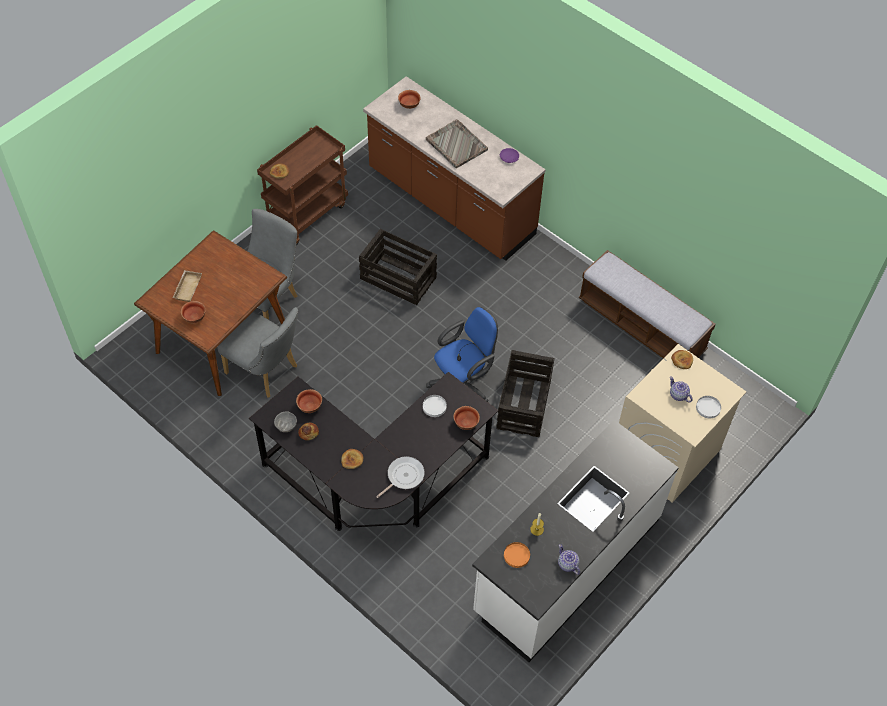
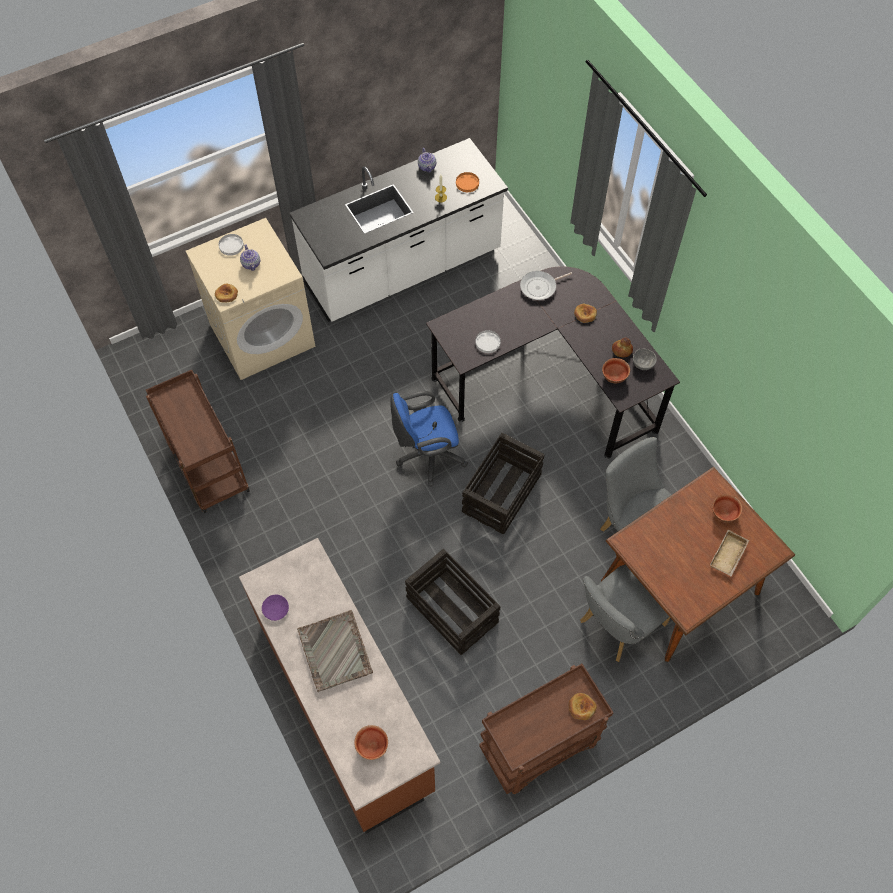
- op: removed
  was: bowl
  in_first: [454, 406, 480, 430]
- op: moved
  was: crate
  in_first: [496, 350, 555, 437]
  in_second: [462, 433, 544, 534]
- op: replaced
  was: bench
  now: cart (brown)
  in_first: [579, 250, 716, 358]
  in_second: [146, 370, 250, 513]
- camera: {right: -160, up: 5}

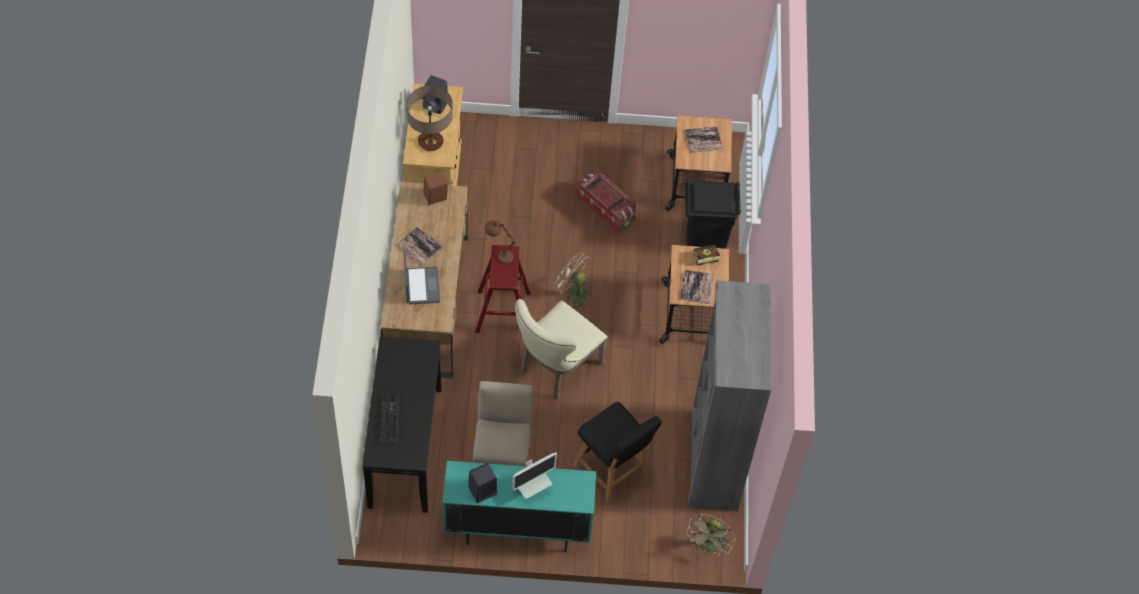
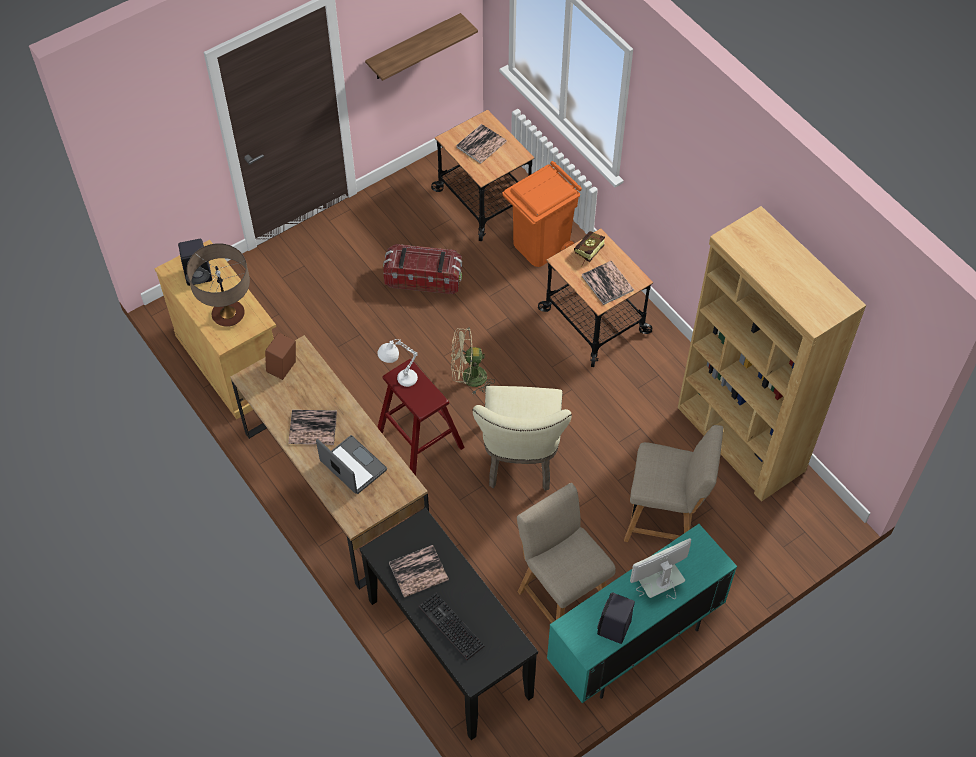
- op: recoloured
  was: table lamp (brown)
  now: table lamp (white)
  in_first: [484, 220, 516, 264]
  in_second: [377, 339, 418, 387]
- op: turned
  was: monitor
  in_first: [512, 452, 557, 499]
  in_second: [630, 538, 691, 599]
  clockwise: -135
- op: recoloured
  was: chair (black)
  now: chair (beige)
  in_first: [573, 402, 662, 503]
  in_second: [624, 425, 723, 542]
- op: recoloured
  was: trash can (black)
  now: trash can (orange)
  in_first: [685, 181, 741, 249]
  in_second: [502, 161, 582, 267]
- op: removed
  was: fan (beige)
  in_first: [686, 514, 736, 556]
- op: recoloured
  was: bookcase (grey)
  now: bookcase (brown)
  in_first: [688, 281, 771, 511]
  in_second: [678, 206, 866, 502]
- op: added
  now: shelf
  in_second: [365, 13, 478, 81]
- op: added
  now: book
  in_second: [389, 545, 449, 598]
- camera: {right: -35, up: 0}

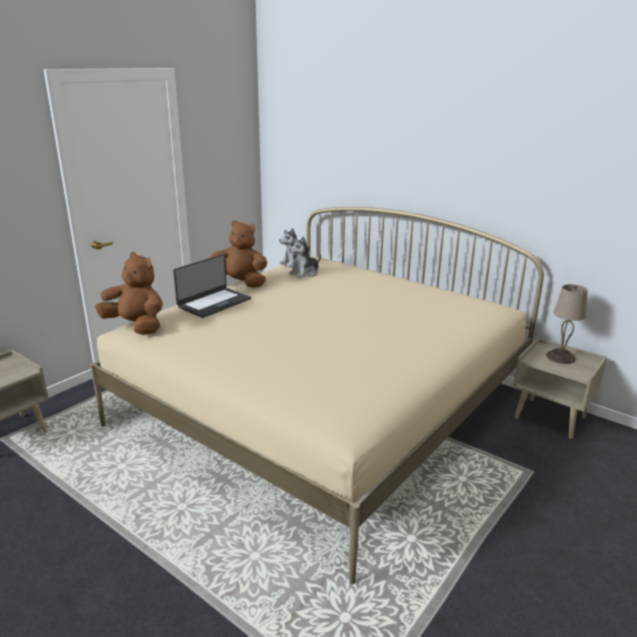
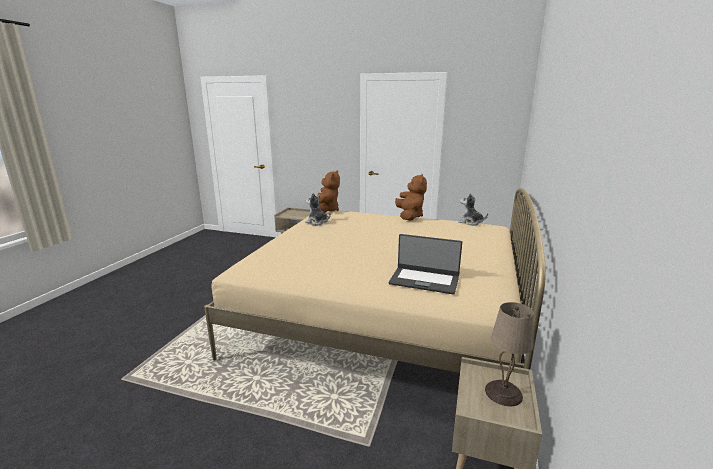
- op: moved
  was: laptop
  in_first: [173, 254, 251, 318]
  in_second: [389, 234, 462, 294]
- op: moved
  was: plush toy
  in_first: [289, 236, 321, 278]
  in_second: [305, 193, 331, 225]
- camera: {right: 70, up: -5}

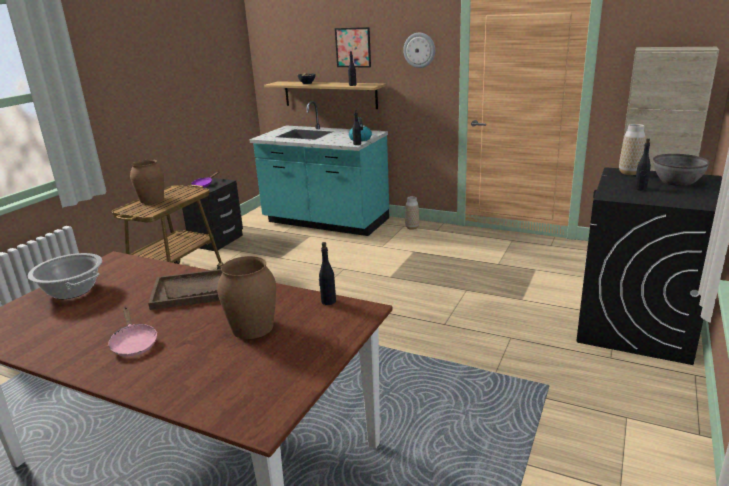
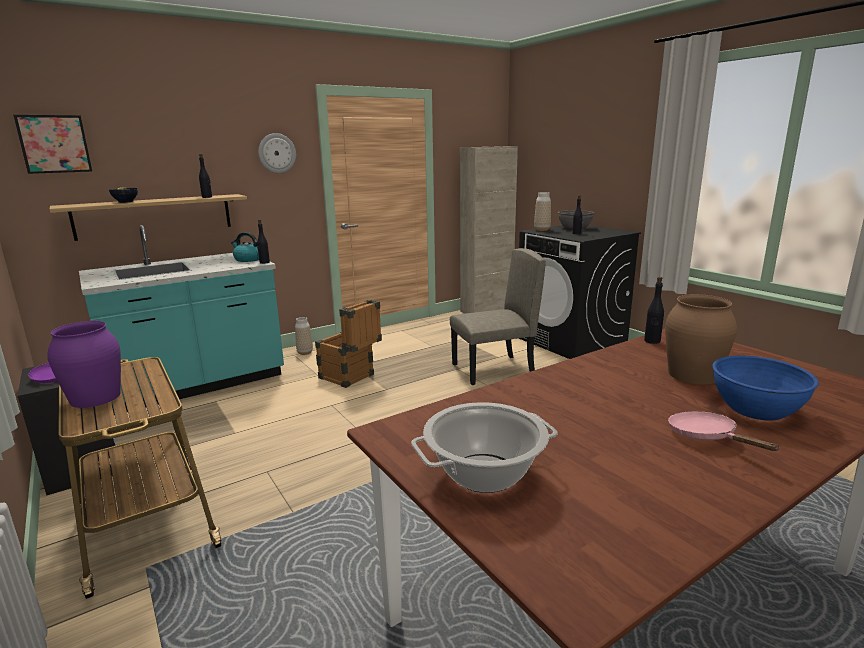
- op: turned
  was: frying pan (pink)
  in_first: [108, 307, 157, 357]
  in_second: [668, 411, 780, 451]
  clockwise: -120
- op: recoloured
  was: vase (brown)
  now: vase (purple)
  in_first: [130, 159, 164, 204]
  in_second: [47, 321, 121, 408]
- op: removed
  was: tray (brown)
  in_first: [148, 269, 222, 310]
- op: moved
  was: picture
  in_first: [335, 27, 371, 67]
  in_second: [14, 115, 92, 174]
- op: added
  now: crate
  in_second: [315, 300, 382, 388]
- op: added
  now: chair (beige)
  in_second: [450, 248, 546, 385]
- op: added
  now: bowl (blue)
  in_second: [712, 356, 819, 421]
- camera: {right: -60, up: -5}

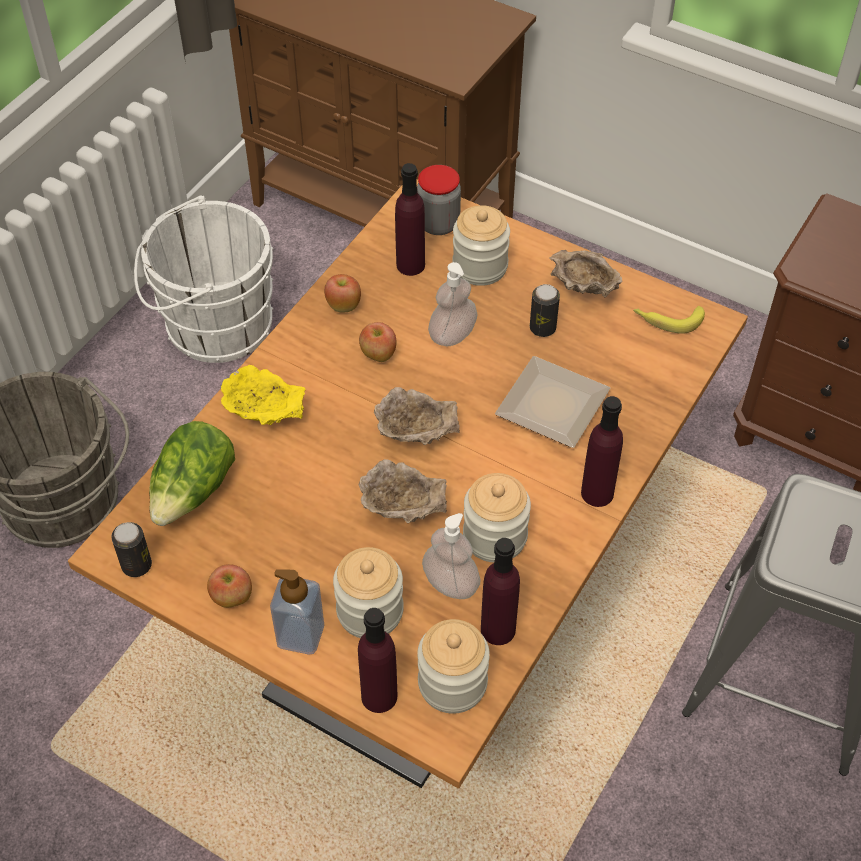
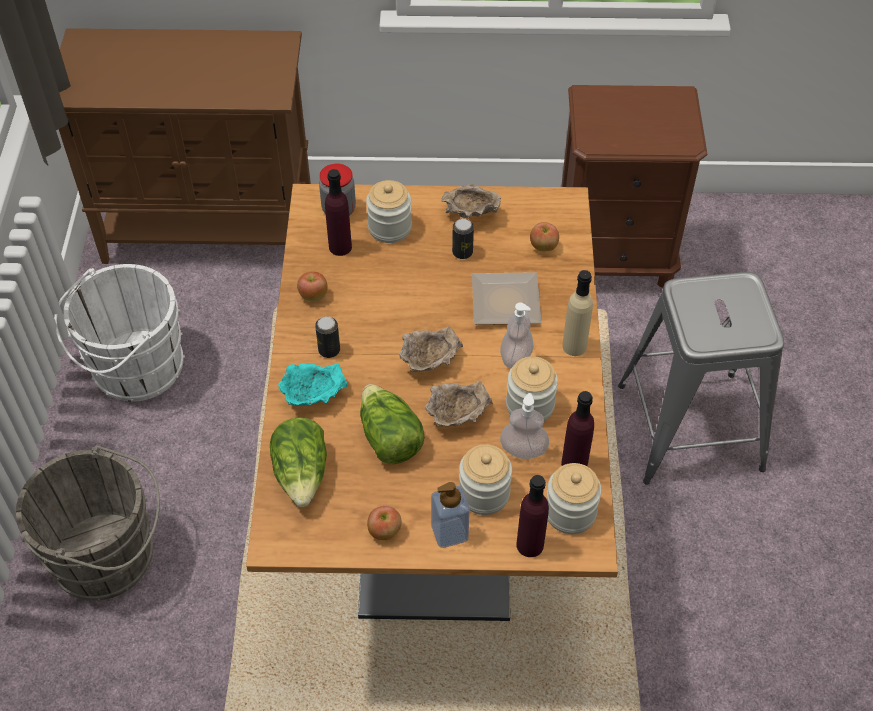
- op: moved
  was: can
  in_first: [111, 522, 152, 577]
  in_second: [315, 316, 340, 358]
- op: recoloured
  was: bowl (yellow)
  now: bowl (turquoise)
  in_first: [221, 365, 306, 425]
  in_second: [278, 363, 348, 406]
- op: moved
  was: apple
  in_first: [359, 322, 397, 362]
  in_second: [530, 222, 559, 251]
- op: moved
  was: soap dispenser
  in_first: [428, 262, 477, 346]
  in_second: [500, 302, 533, 369]
- op: recoloured
  was: bottle (purple)
  now: bottle (beige)
  in_first: [581, 396, 623, 507]
  in_second: [562, 270, 593, 356]
- op: removed
  was: banana
  in_first: [633, 306, 705, 334]
- op: added
  now: lettuce
  in_second: [360, 384, 424, 464]
- camera: {right: -30, up: 0}

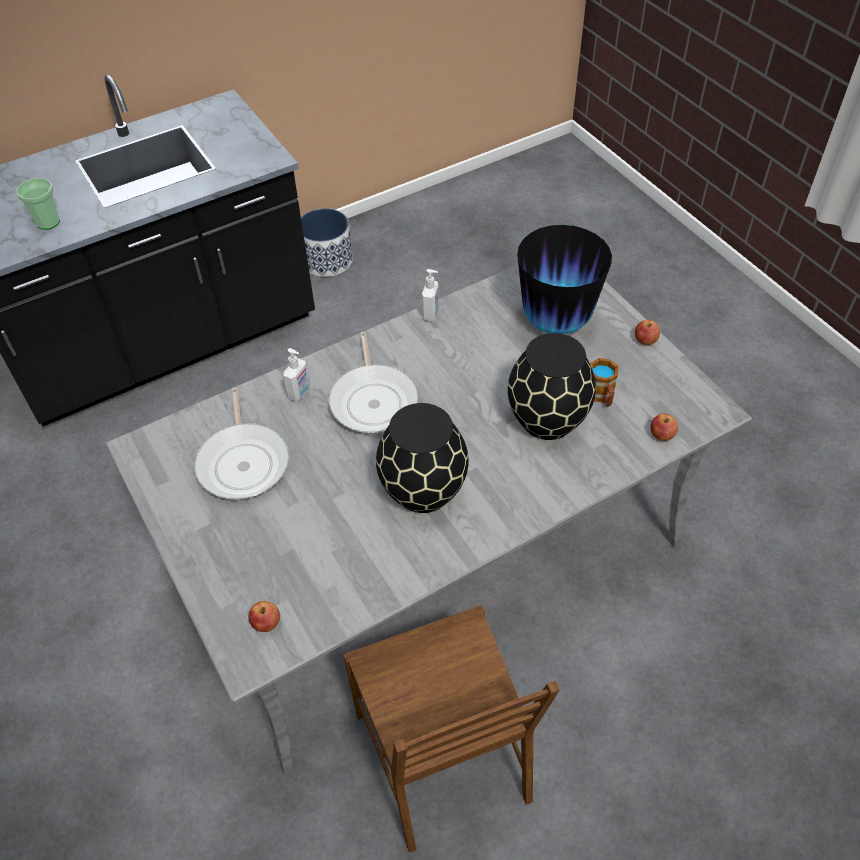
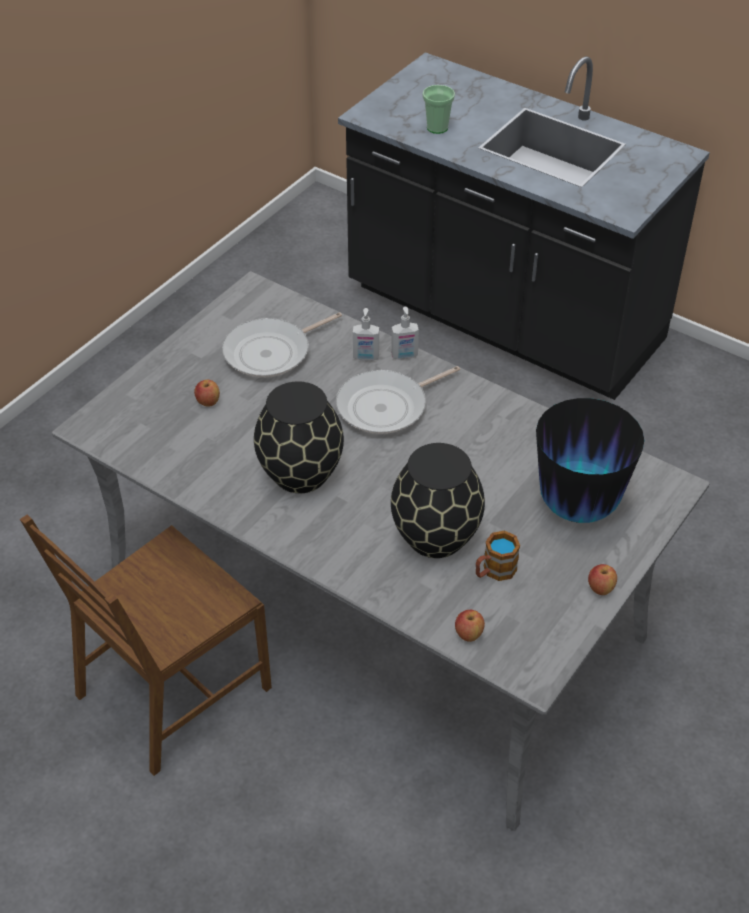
- op: moved
  was: apple
  in_first: [249, 601, 280, 632]
  in_second: [194, 380, 220, 407]
- op: removed
  was: planter
  in_first: [301, 208, 353, 277]
- op: moved
  was: soap dispenser
  in_first: [422, 269, 439, 322]
  in_second: [391, 306, 419, 360]
- camera: {right: 65, up: -5}

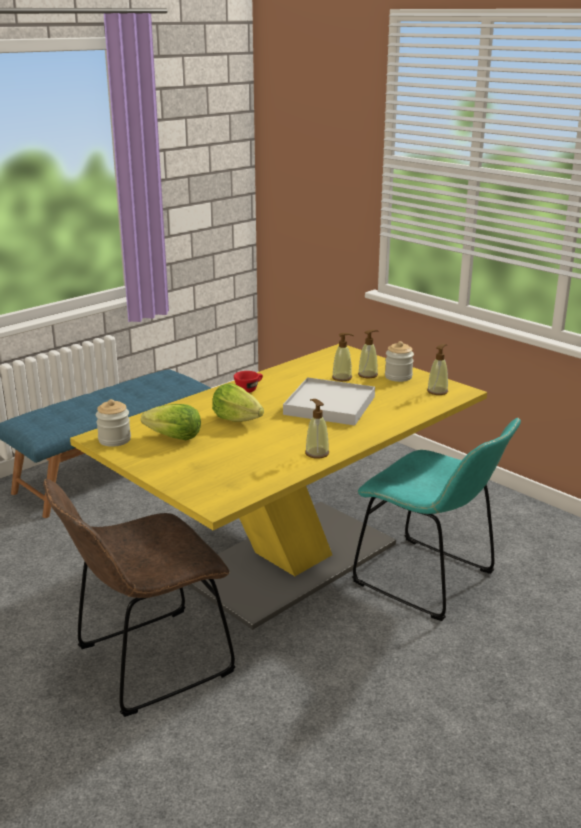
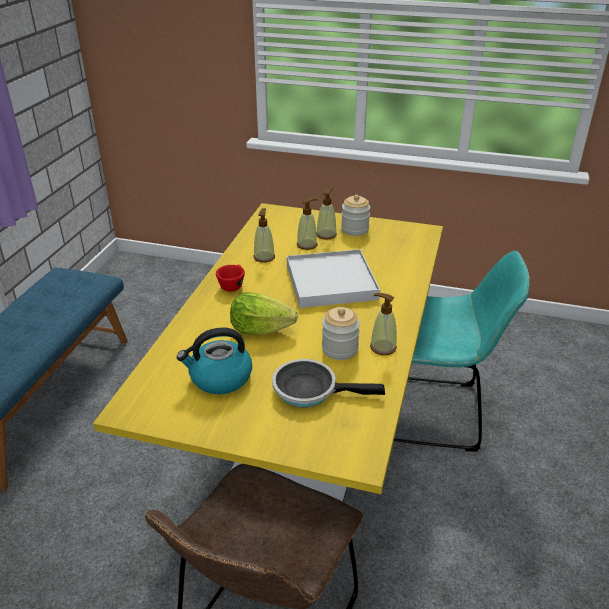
- op: moved
  was: jar
  in_first: [96, 399, 131, 447]
  in_second: [322, 307, 360, 360]
- op: replaced
  was: lettuce
  now: kettle
  in_first: [141, 404, 201, 440]
  in_second: [177, 327, 252, 394]
- op: moved
  was: soap dispenser
  in_first: [427, 344, 448, 395]
  in_second: [254, 208, 275, 262]
- op: added
  now: frying pan
  in_second: [272, 359, 385, 407]
- camera: {right: -30, up: 10}

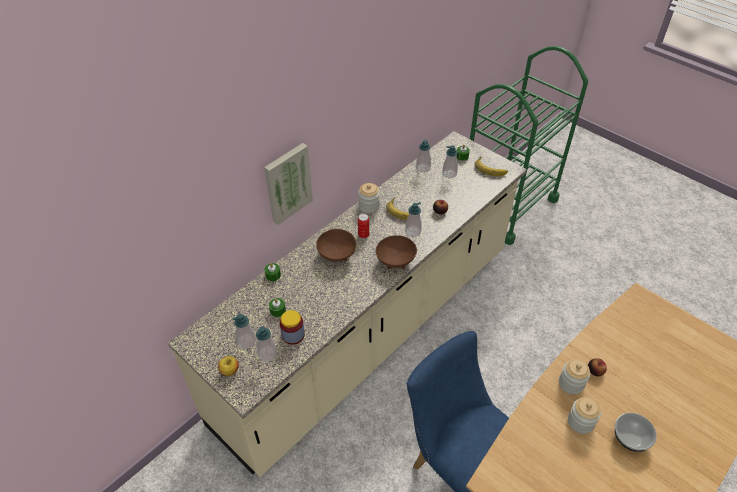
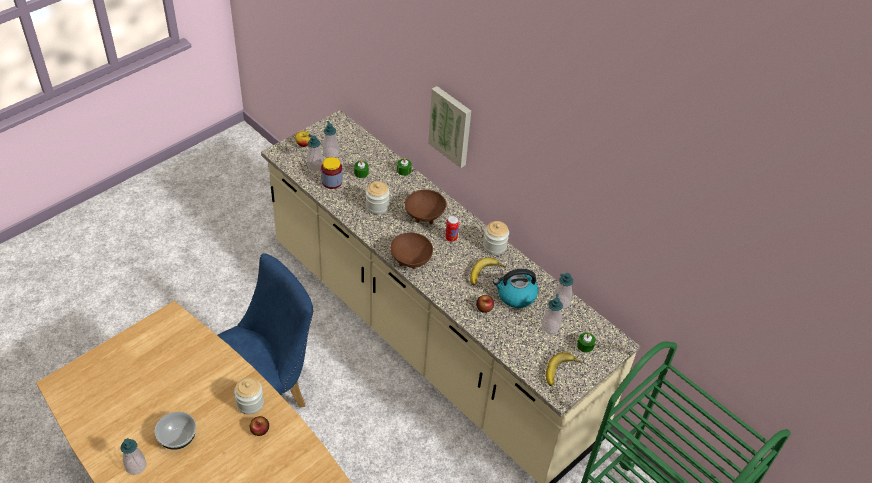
- op: moved
  was: soap dispenser
  in_first: [405, 202, 422, 237]
  in_second: [121, 438, 146, 475]
- op: moved
  was: jar
  in_first: [568, 397, 601, 434]
  in_second: [366, 181, 390, 215]
- op: added
  now: kettle
  in_second: [493, 269, 538, 308]
- camera: {right: 90, up: 0}

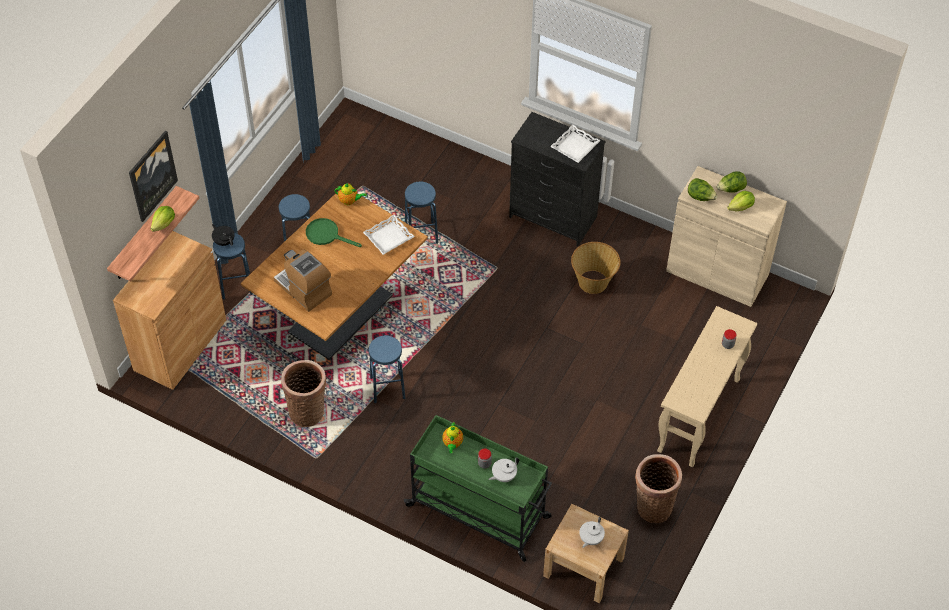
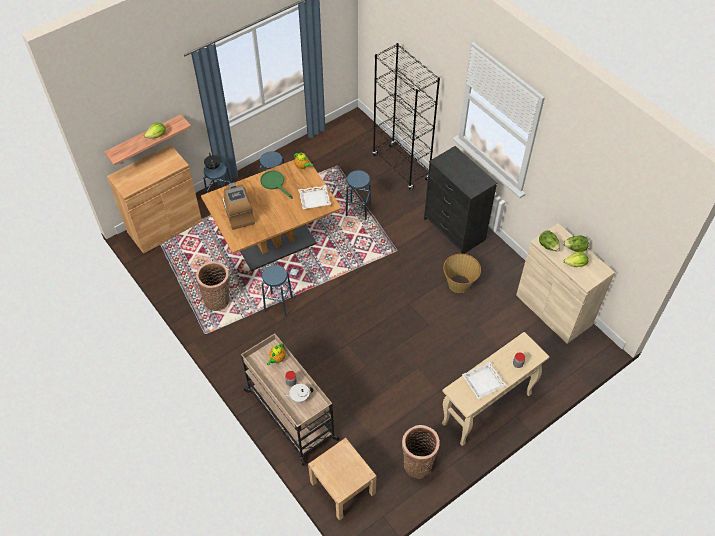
- op: removed
  was: picture
  in_first: [129, 131, 178, 222]
- op: recoloured
  was: cart (green)
  now: cart (beige)
  in_first: [404, 415, 552, 562]
  in_second: [241, 333, 340, 466]
- op: moved
  was: tray (white)
  in_first: [550, 124, 601, 163]
  in_second: [462, 361, 507, 399]
- op: removed
  was: teapot (white)
  in_first: [579, 517, 605, 548]
- op: added
  now: bookcase (black)
  in_second: [373, 43, 440, 190]
- camera: {right: 25, up: 0}

